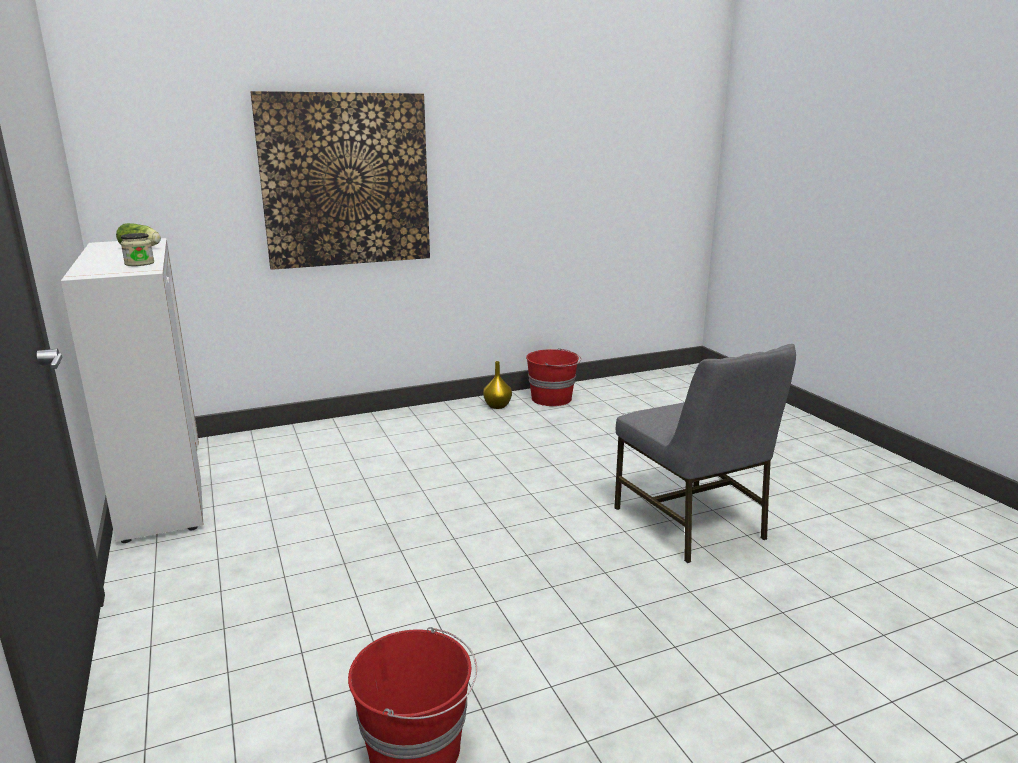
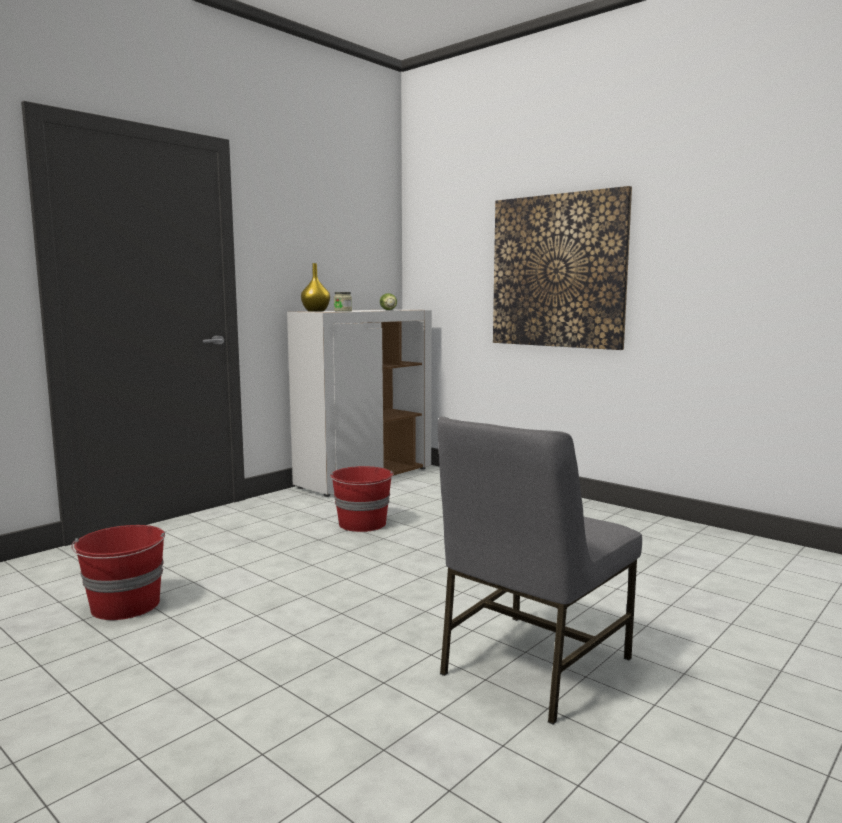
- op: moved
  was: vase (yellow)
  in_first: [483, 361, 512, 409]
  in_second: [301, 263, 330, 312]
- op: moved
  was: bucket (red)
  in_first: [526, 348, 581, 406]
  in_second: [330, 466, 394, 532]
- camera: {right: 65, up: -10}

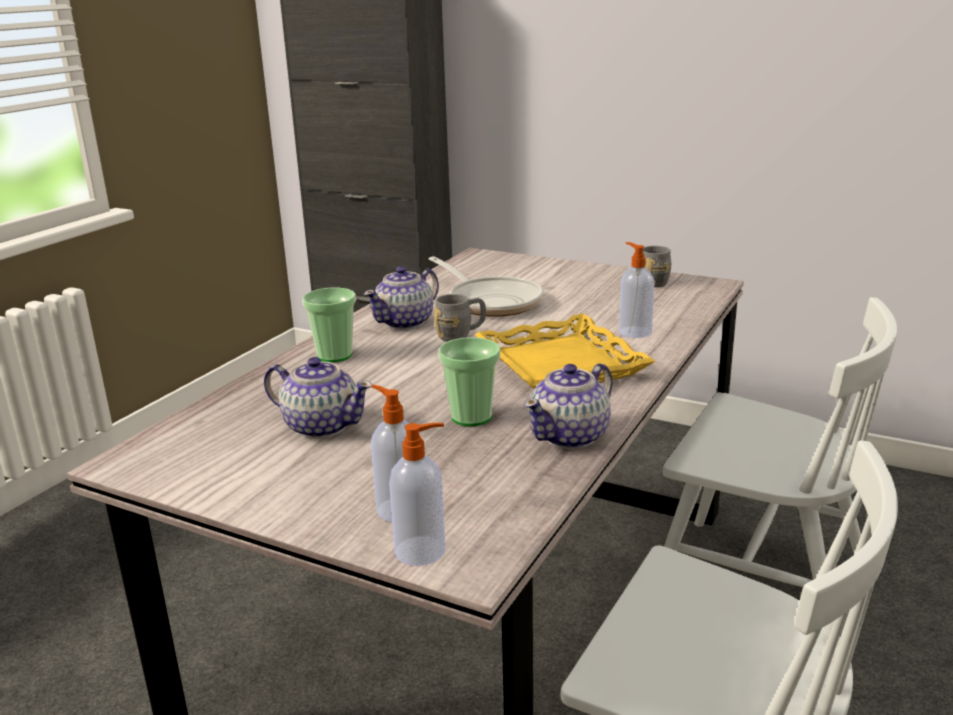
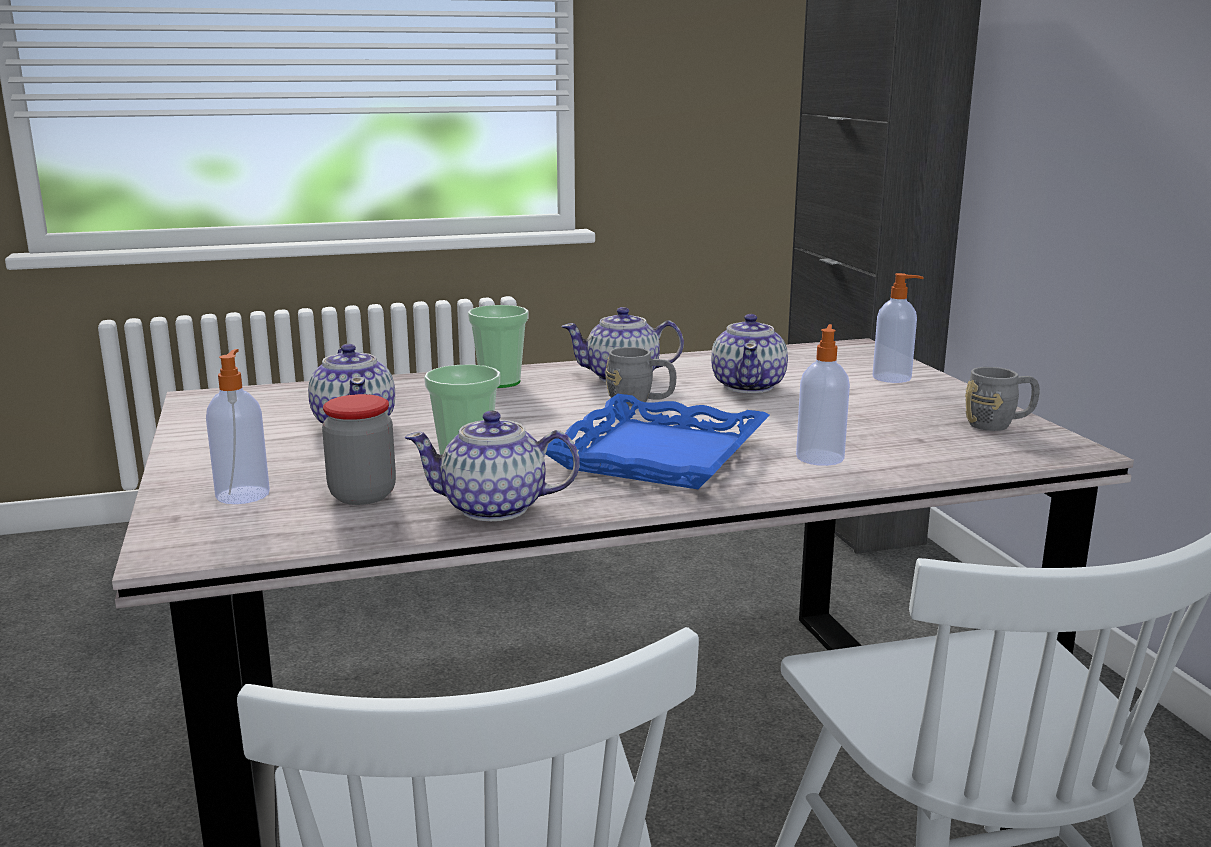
- op: moved
  was: soap dispenser
  in_first: [389, 423, 445, 566]
  in_second: [873, 273, 924, 383]
- op: replaced
  was: frying pan
  now: teapot
  in_first: [429, 256, 543, 317]
  in_second: [711, 314, 788, 393]
- op: recoloured
  was: tray (yellow)
  now: tray (blue)
  in_first: [474, 314, 655, 389]
  in_second: [546, 394, 770, 489]
- op: added
  now: jar
  in_second: [322, 394, 396, 505]
- camera: {right: 45, up: -5}

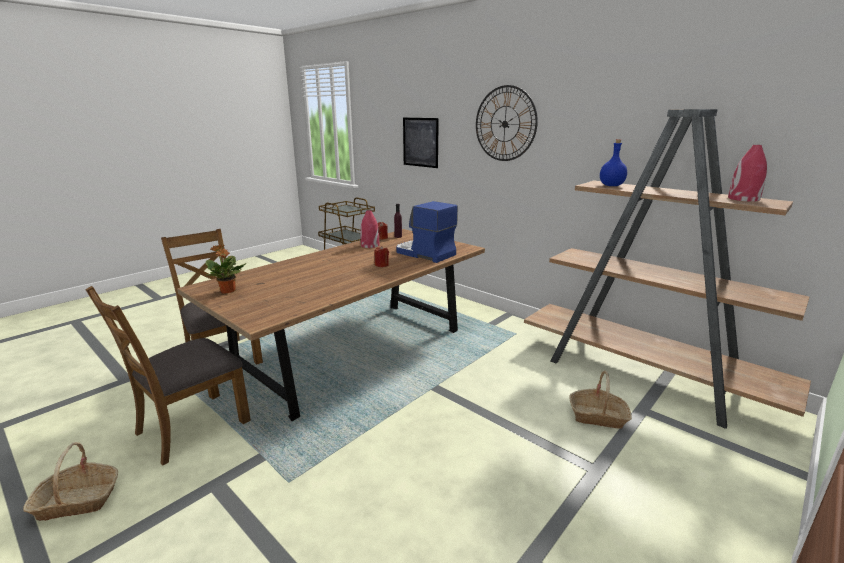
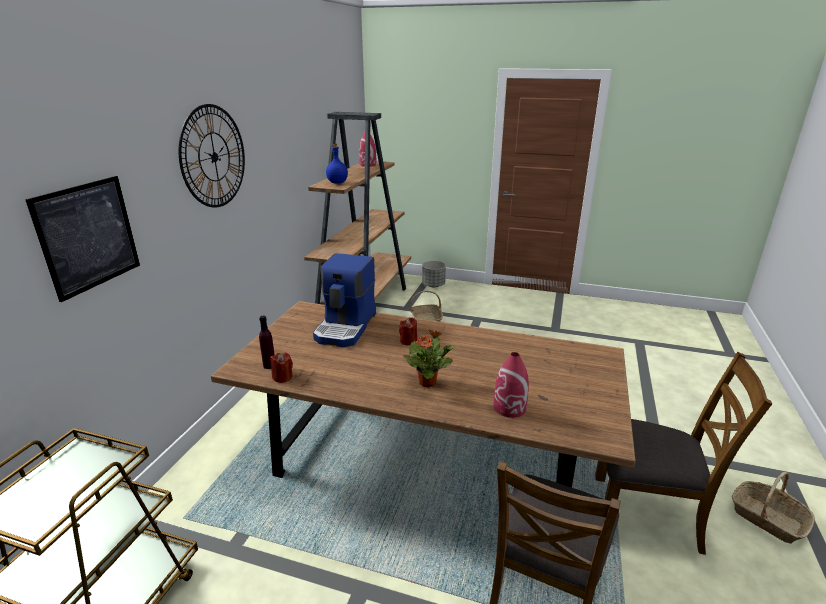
- op: moved
  was: potted plant
  in_first: [205, 245, 247, 294]
  in_second: [403, 330, 455, 388]
- op: moved
  was: vase (red)
  in_first: [360, 210, 379, 248]
  in_second: [493, 352, 529, 418]
- op: added
  now: planter (grey)
  in_second: [422, 261, 446, 288]
- camera: {right: -115, up: 5}

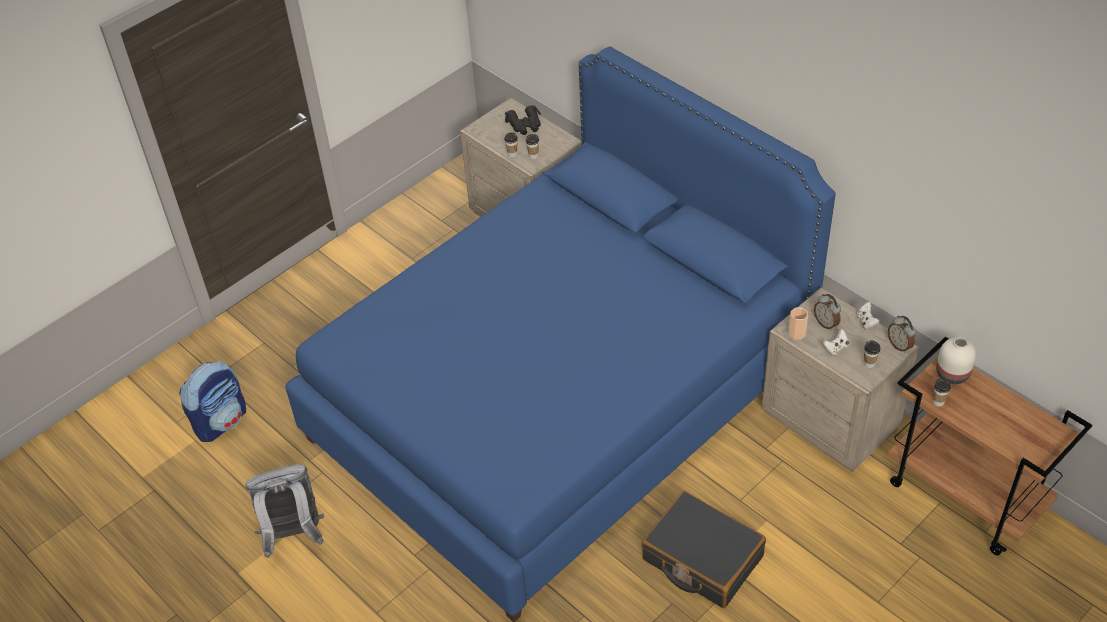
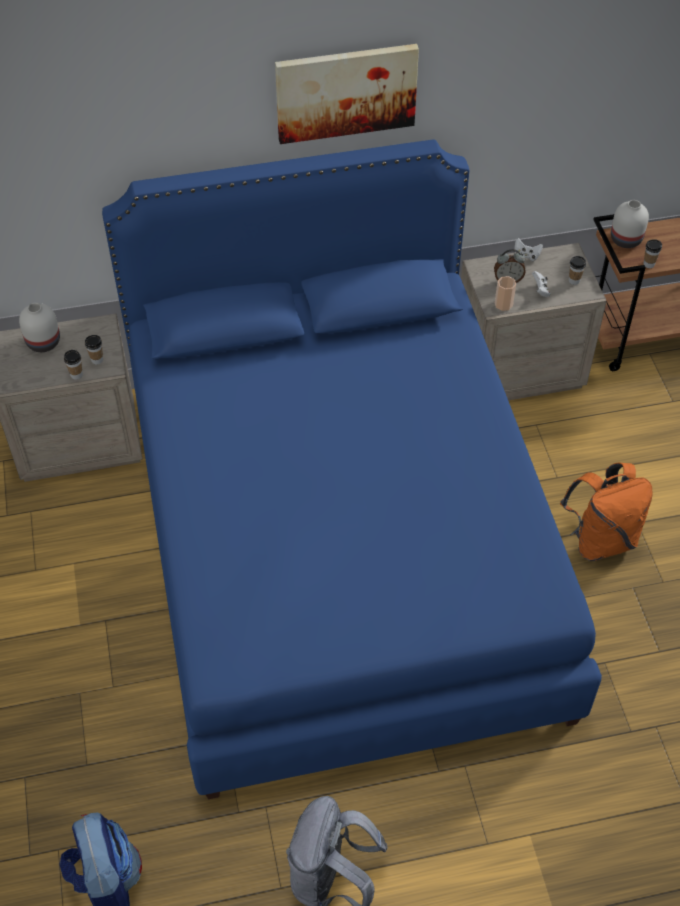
- op: replaced
  was: binoculars (black)
  now: vase (white)
  in_first: [505, 105, 541, 135]
  in_second: [19, 303, 60, 352]
- op: replaced
  was: suitcase (black)
  now: backpack (orange)
  in_first: [641, 491, 766, 608]
  in_second: [560, 463, 652, 561]
- op: removed
  was: alarm clock
  in_first: [888, 315, 916, 353]
- op: added
  now: picture
  in_second: [275, 44, 419, 144]
- camera: {right: -60, up: 5}

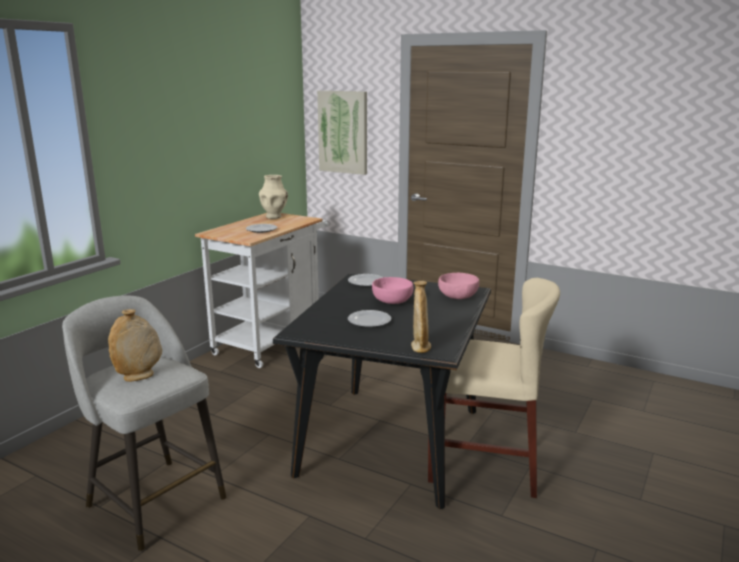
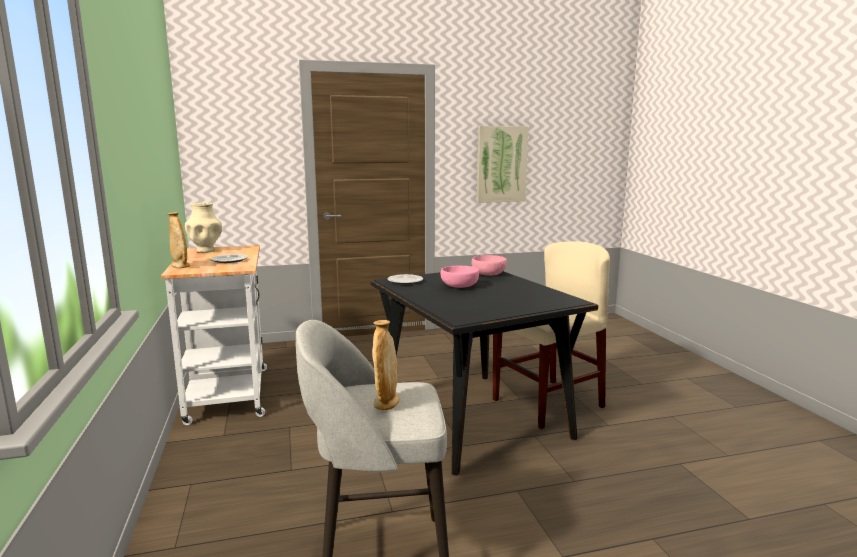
- op: moved
  was: picture
  in_first: [317, 91, 367, 175]
  in_second: [477, 126, 528, 203]
- op: removed
  was: plate
  in_first: [348, 310, 391, 327]
- op: moved
  was: vase (beige)
  in_first: [411, 281, 431, 353]
  in_second: [168, 212, 190, 268]
- camera: {right: -45, up: -5}

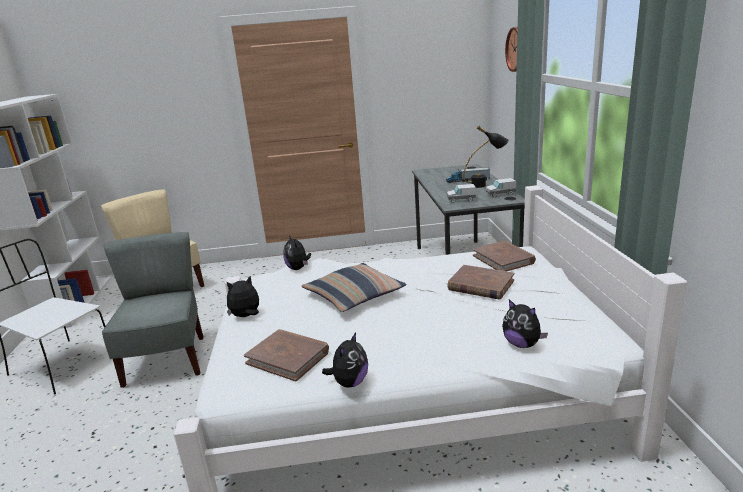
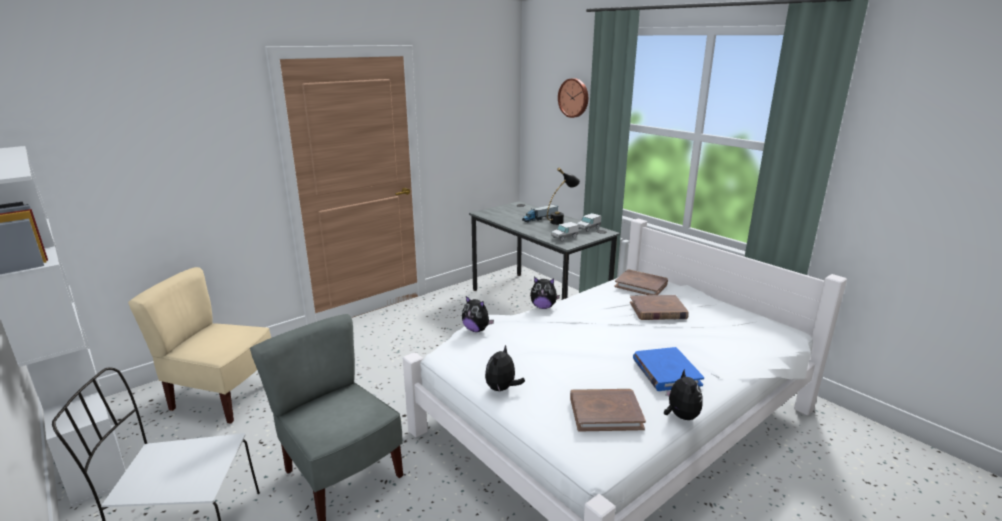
- op: removed
  was: pillow
  in_first: [302, 263, 407, 312]
- op: moved
  was: plush toy
  in_first: [502, 300, 548, 348]
  in_second: [530, 277, 560, 309]
- op: added
  now: book (blue)
  in_second: [633, 347, 704, 391]
- camera: {right: -35, up: 0}

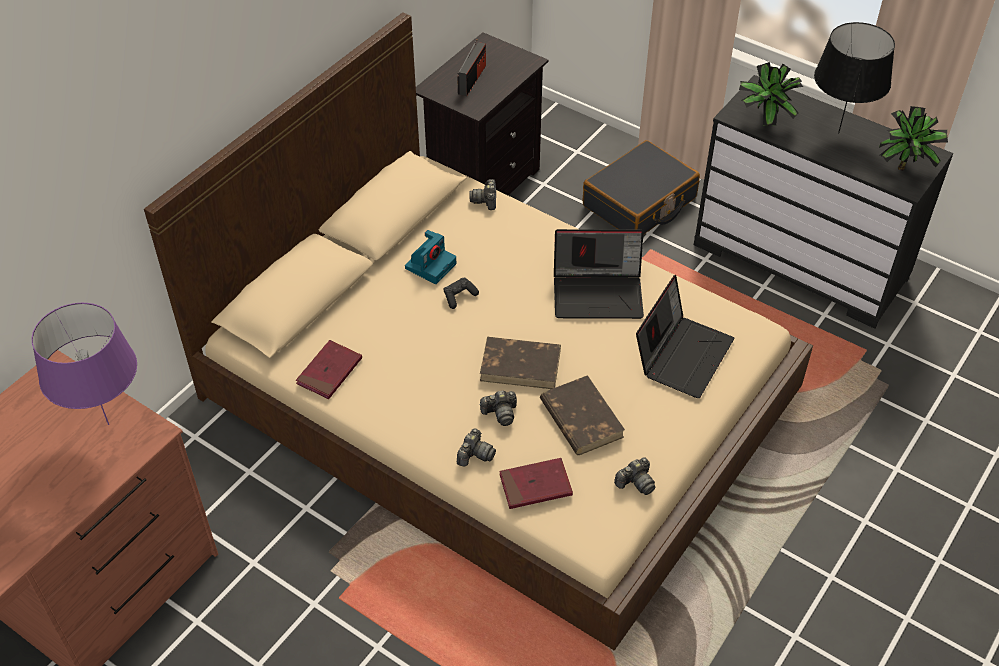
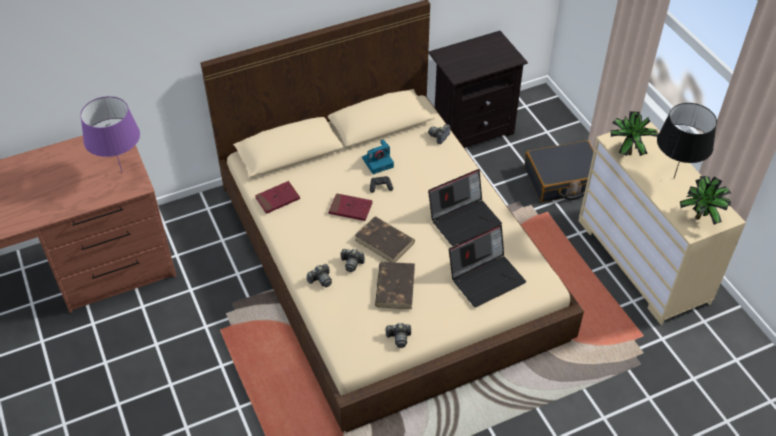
- op: removed
  was: radio
  in_first: [457, 39, 486, 96]
- op: moved
  was: book (red)
  in_first: [499, 458, 573, 509]
  in_second: [329, 193, 373, 221]
- op: turned
  was: laptop
  in_first: [554, 229, 644, 319]
  in_second: [428, 169, 502, 246]
  clockwise: -60
- op: recoloured
  was: dresser (black)
  now: dresser (beige)
  in_first: [694, 75, 953, 329]
  in_second: [578, 121, 746, 325]
- camera: {right: 30, up: 0}

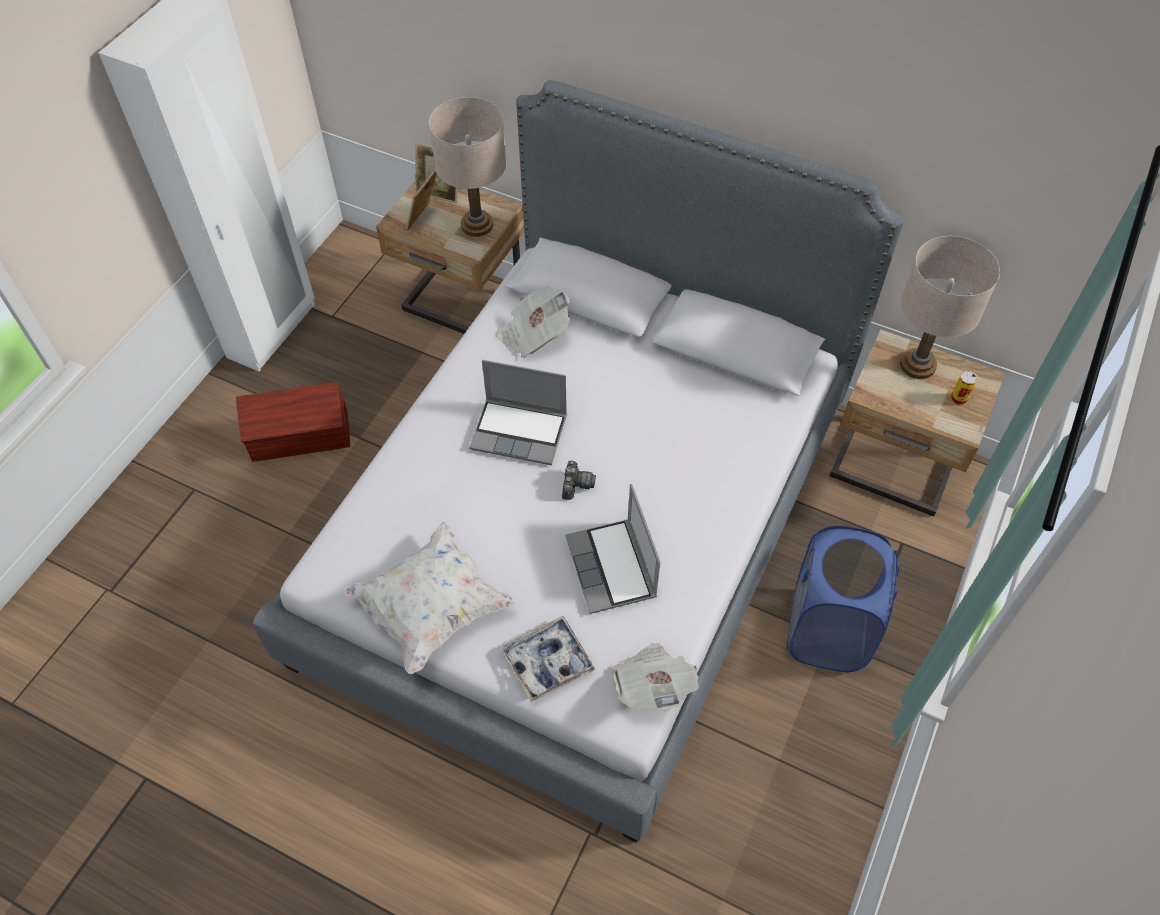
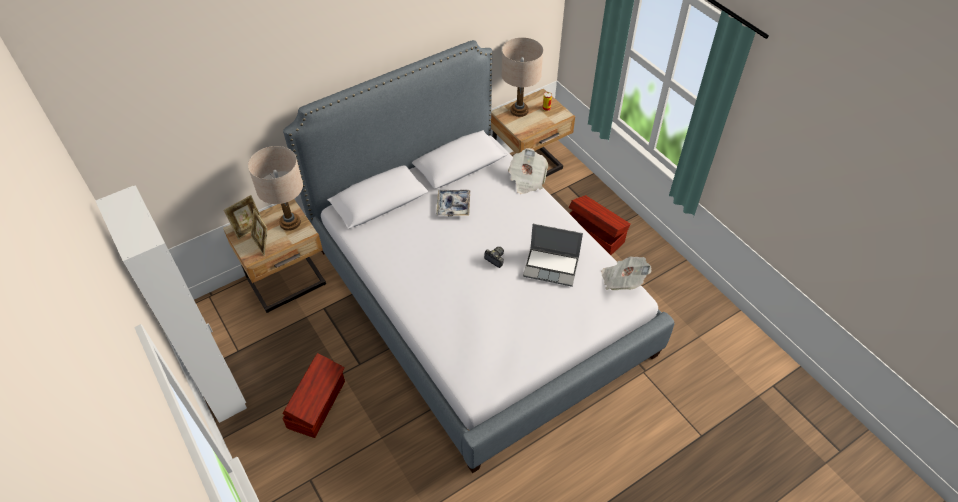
- op: removed
  was: pillow (white)
  in_first: [344, 521, 516, 674]
- op: removed
  was: laptop
  in_first: [469, 360, 567, 465]
- op: moved
  was: newspaper
  in_first: [498, 286, 570, 358]
  in_second: [508, 148, 548, 194]
- op: moved
  was: tray
  in_first: [502, 616, 595, 702]
  in_second: [436, 190, 470, 216]
- op: replaced
  was: laundry basket (blue)
  now: storage box (brown)
  in_first: [787, 526, 899, 672]
  in_second: [569, 195, 631, 255]
- camera: {right: -60, up: -5}

